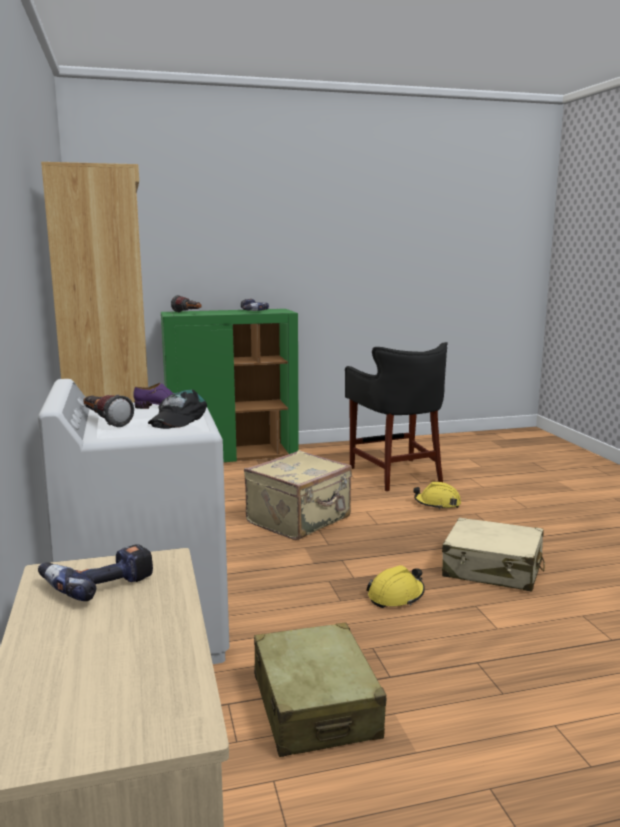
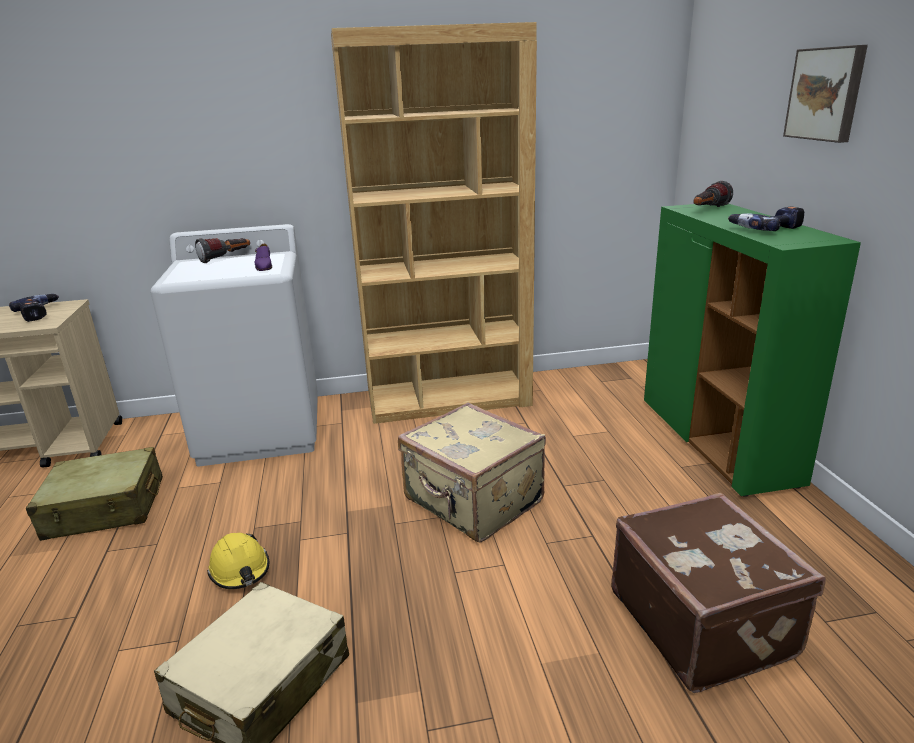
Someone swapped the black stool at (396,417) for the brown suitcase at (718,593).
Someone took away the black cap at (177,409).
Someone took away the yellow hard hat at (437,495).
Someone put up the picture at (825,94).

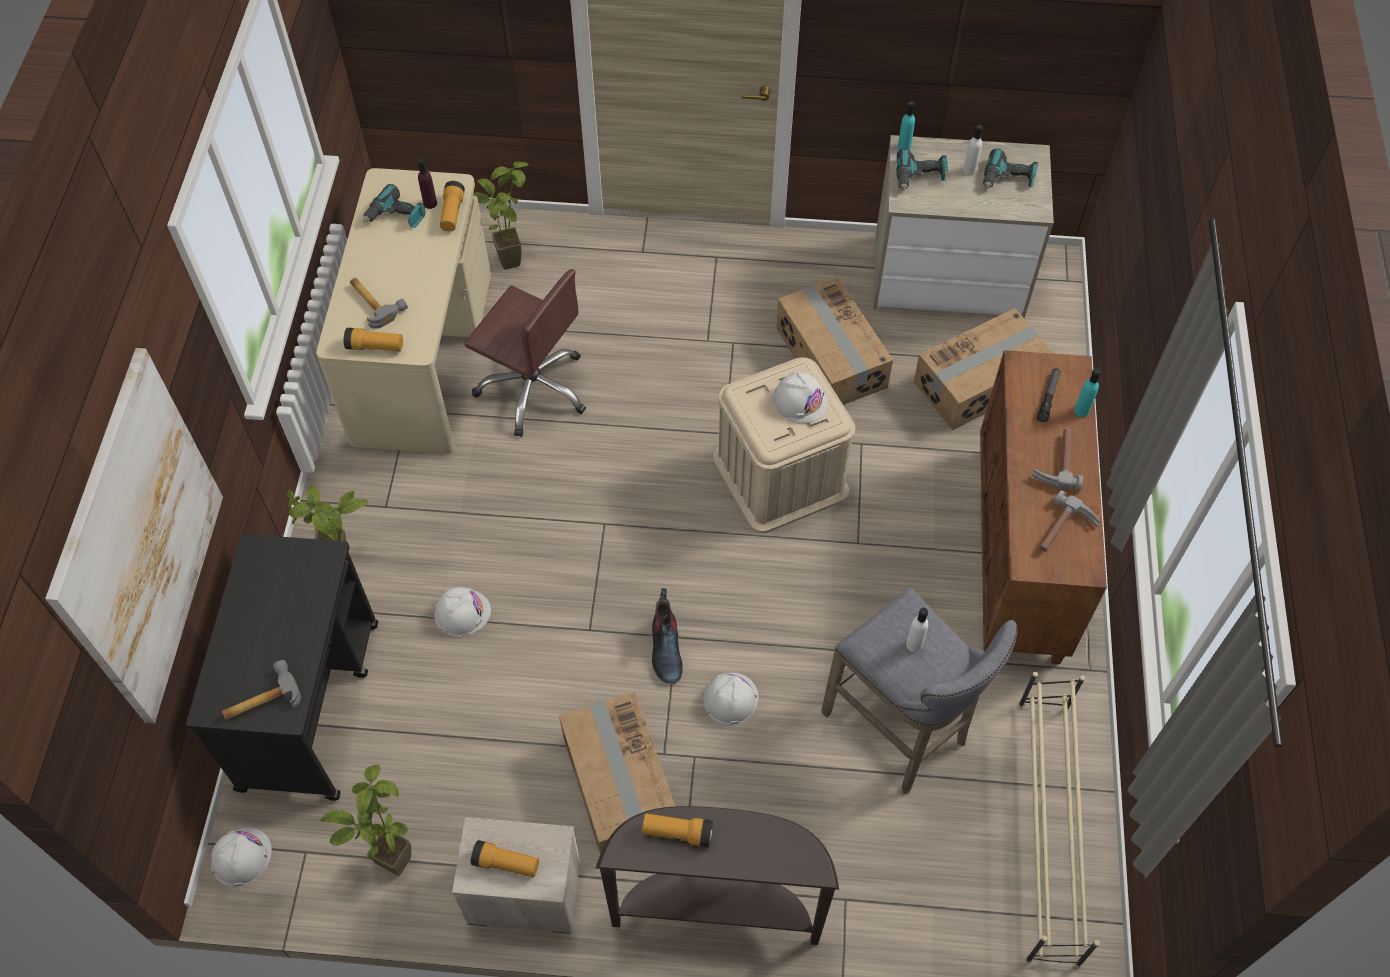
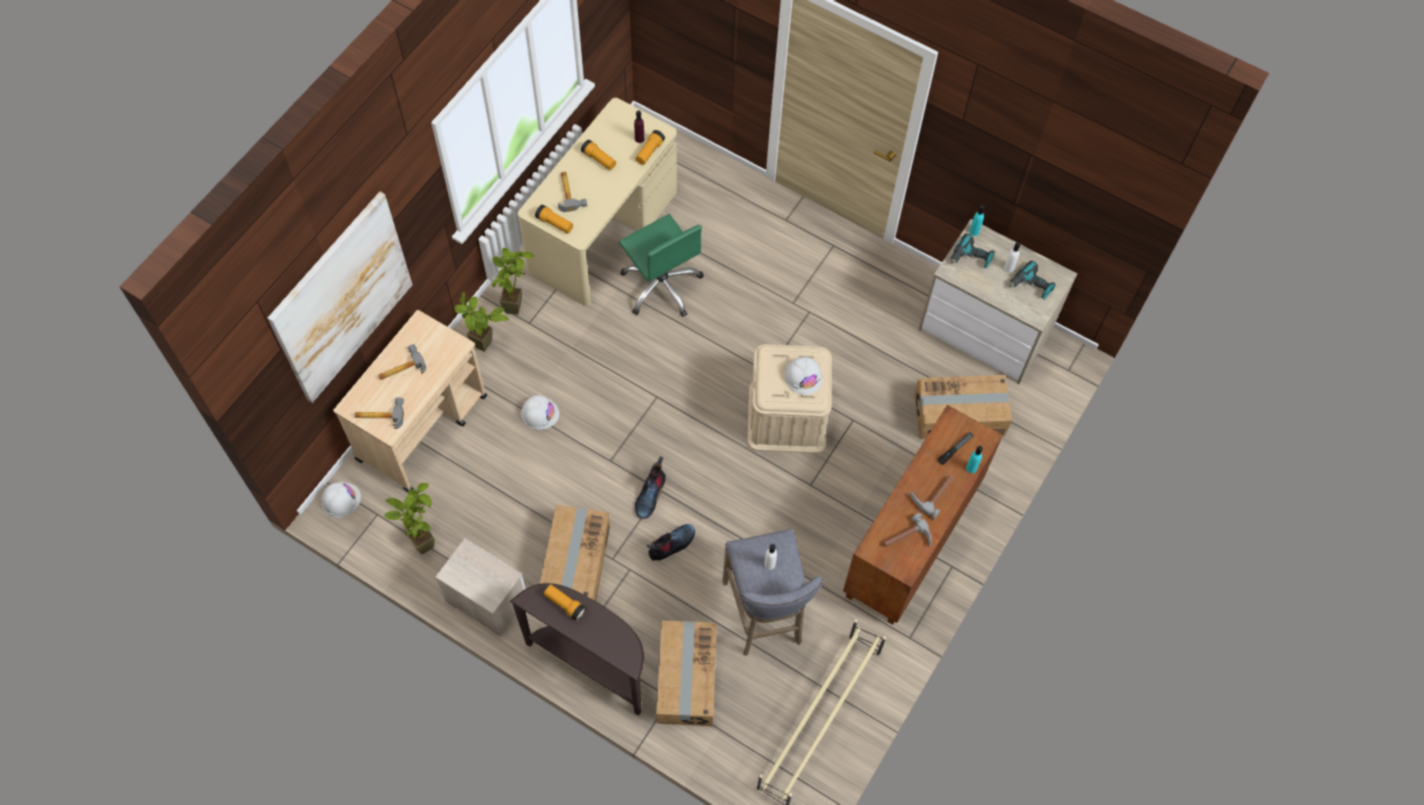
Someone carried the potted plant from (501,216) to (513,281).
Someone took away the power drill at (394,206).
Someone repainted the brown office chair at (525,353), which became the green office chair at (661,265).
Someone carried the cardboard box from (834,341) to (686,673).
Someone repainted the black cart at (282,667), which became the beige cart at (410,401).
Someone swapped the white hard hat at (731,699) for the boot at (671,542).
Someone carried the flashlight from (505,858) to (598,155).
Someone put down the hammer at (402,362).

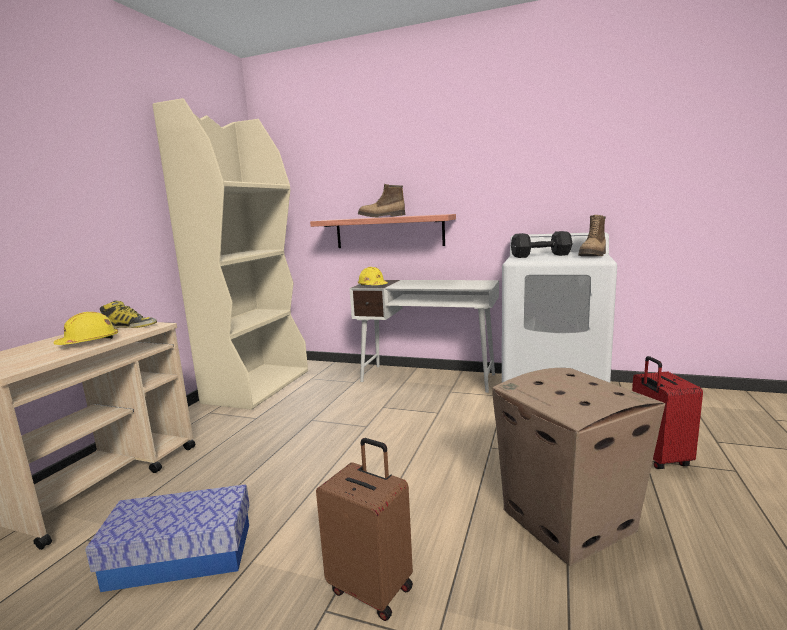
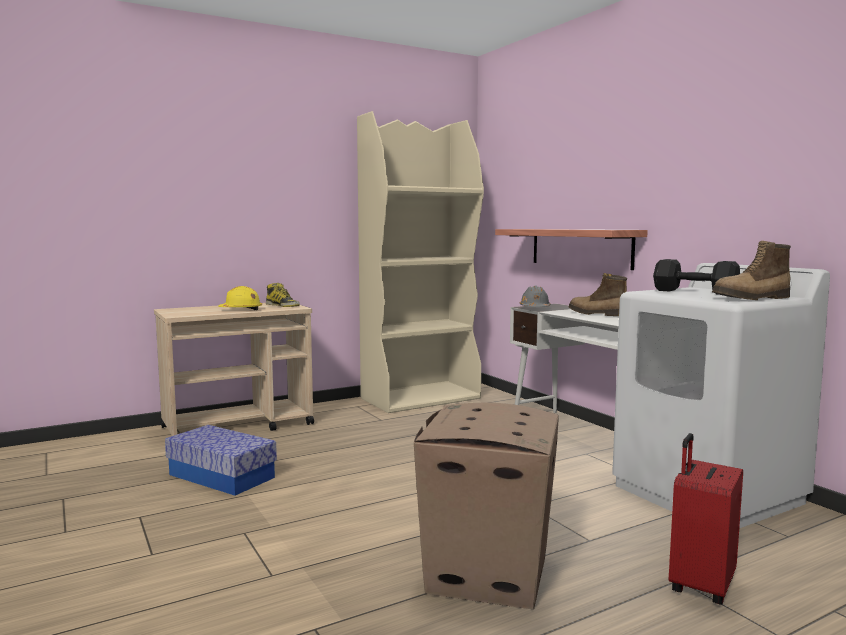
Someone carried the boot from (381,201) to (598,294).
Someone repainted the yellow hard hat at (373,276), which became the grey hard hat at (535,296).
Someone took away the brown suitcase at (364,529).

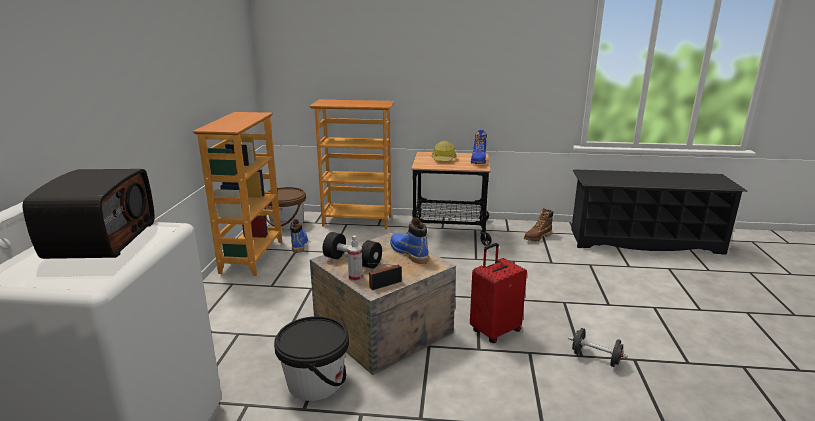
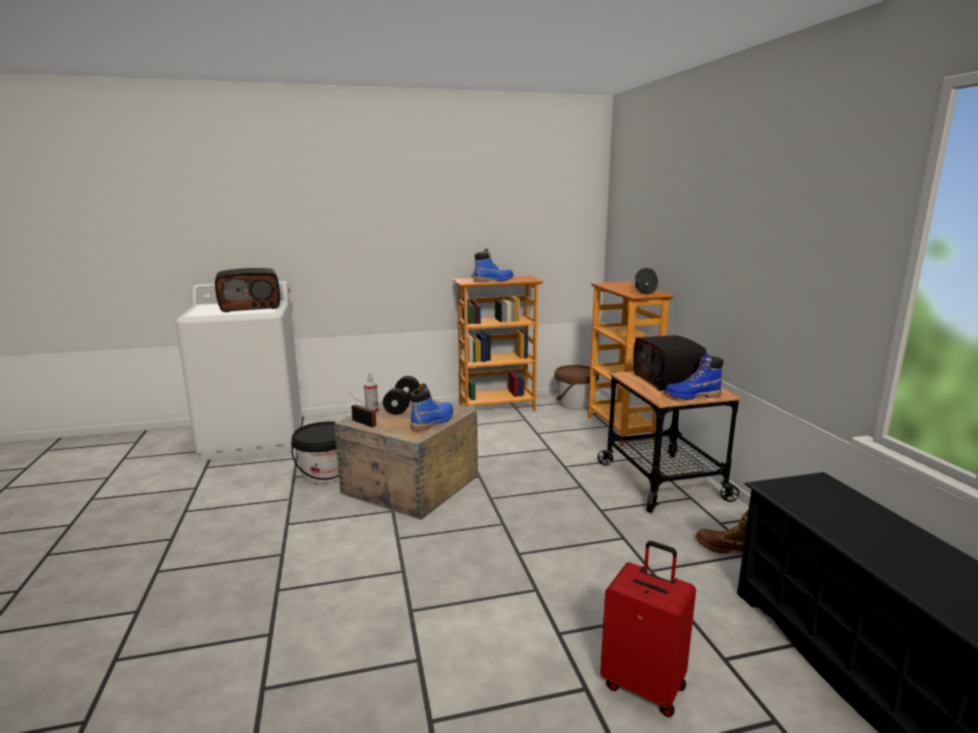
Someone swapped the hard hat at (444,151) for the radio at (670,363).
Someone carried the blue boot from (299,236) to (494,265).
Someone carried the red suitcase from (498,293) to (648,629).
Someone carried the black dumbbell from (598,347) to (646,281).

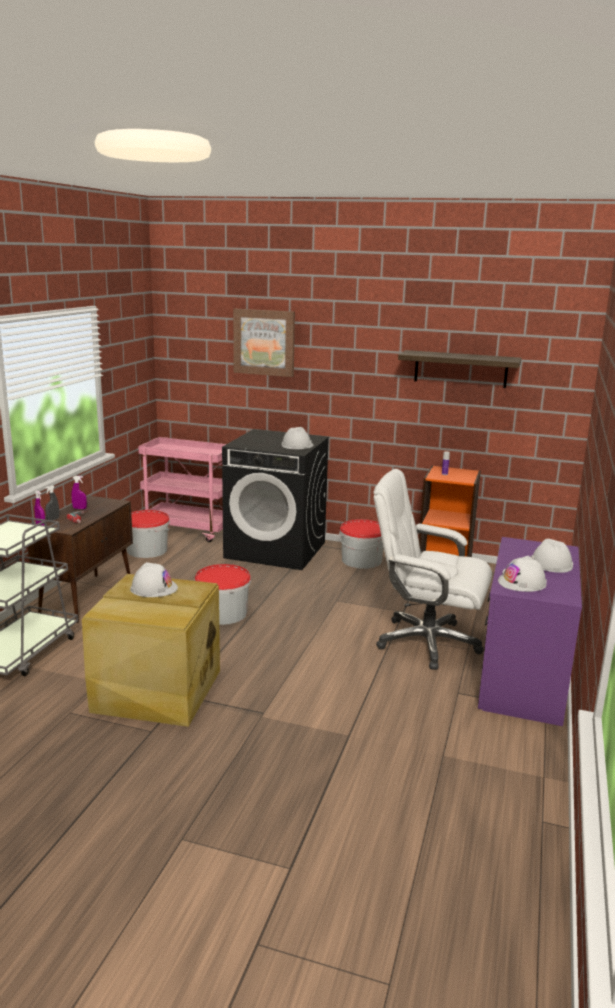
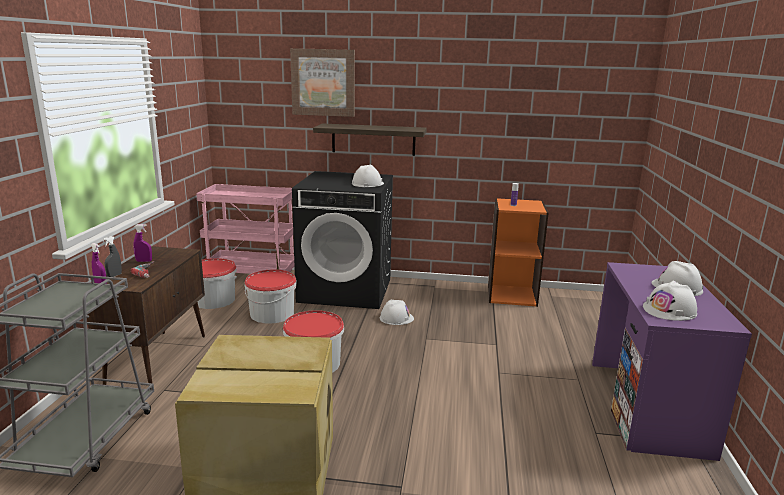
Someone carried the shelf from (459,369) to (370,139).
Someone took away the white office chair at (432,569).
Someone carried the bucket from (361,544) to (271,297).
Someone carried the white hard hat from (154,579) to (397,312).

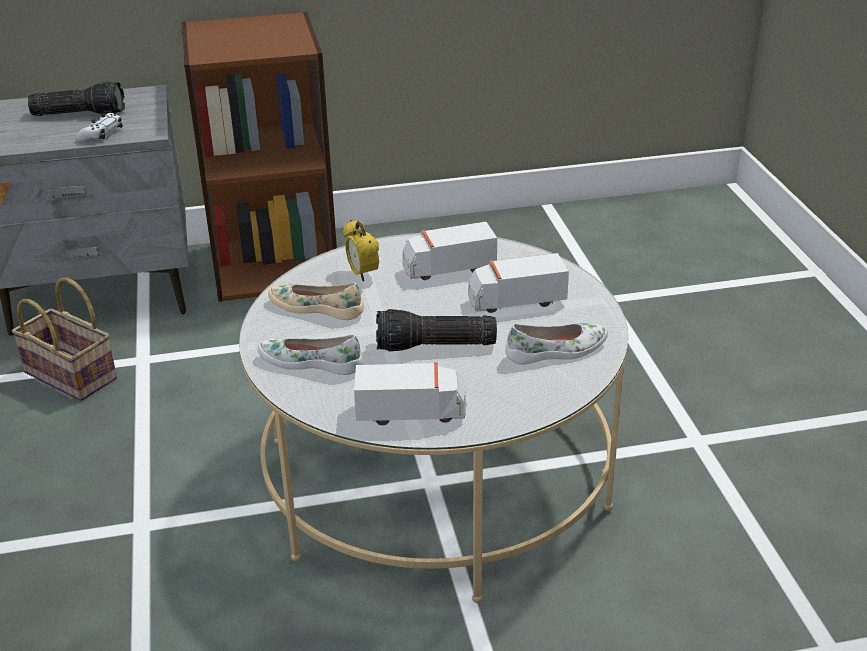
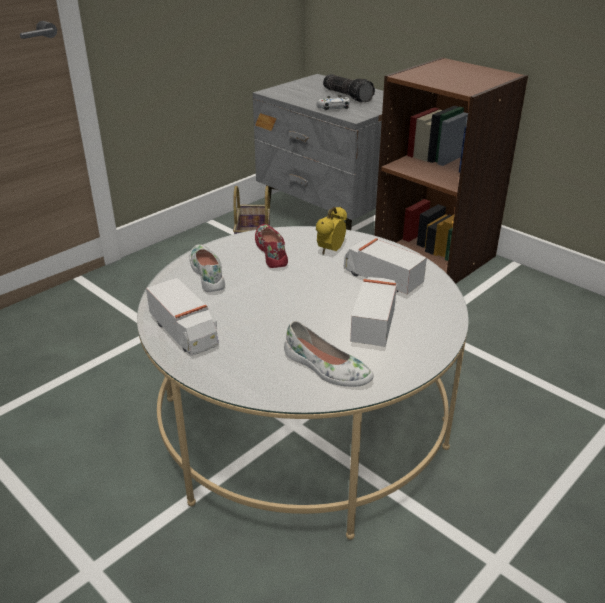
Someone rotated the toy truck at (518,283) by 60 degrees clockwise.
Someone repainted the beige shoe at (316,301), which became the red shoe at (271,246).
Someone took away the flashlight at (436,330).

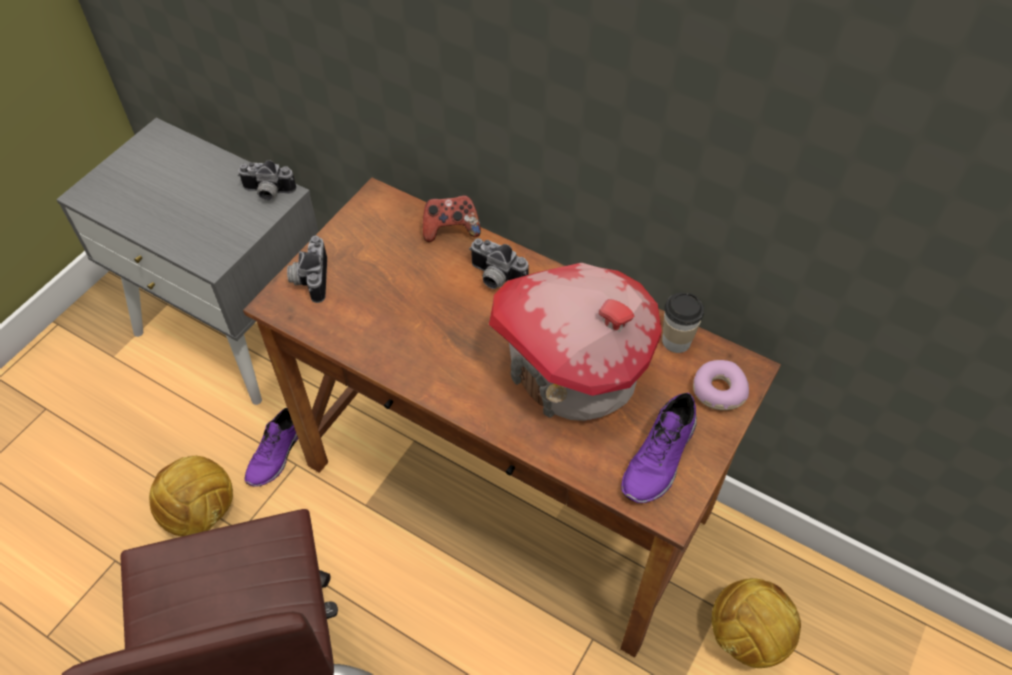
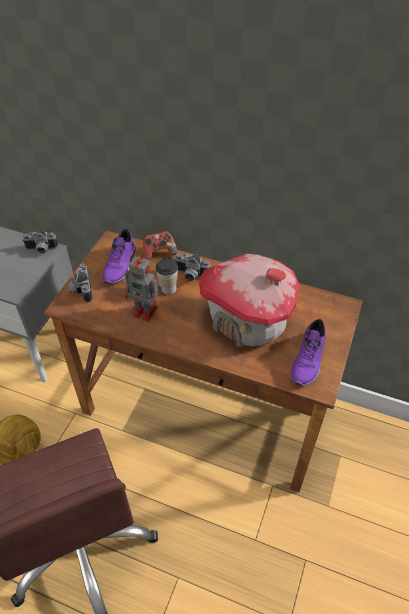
Someone carried the cup from (683,323) to (167,276).
Someone took away the donut at (721,385).
Someone carried the purple shoe from (271,447) to (119,256).
Someone took away the football at (756,623).
Someone put down the toy robot at (143,288).

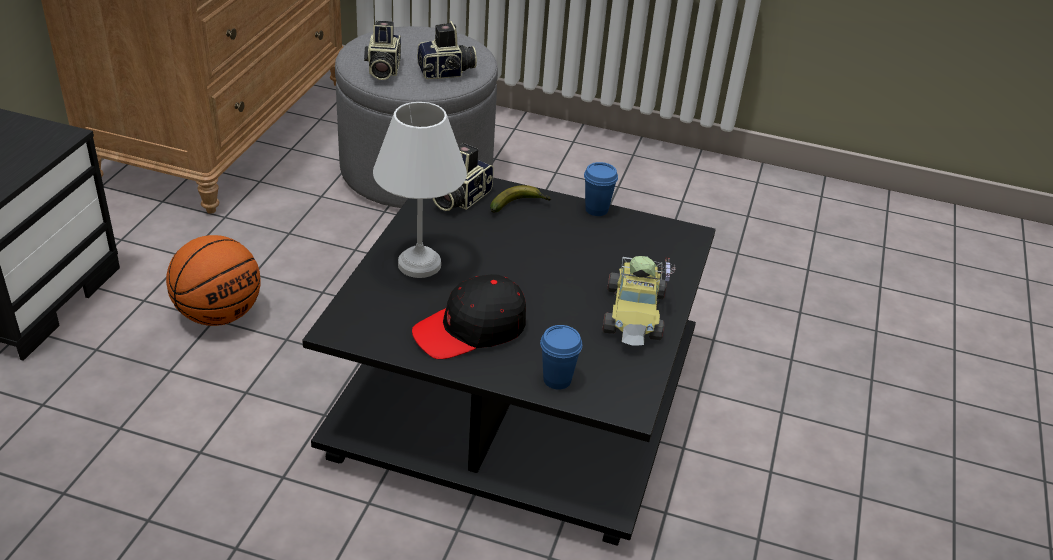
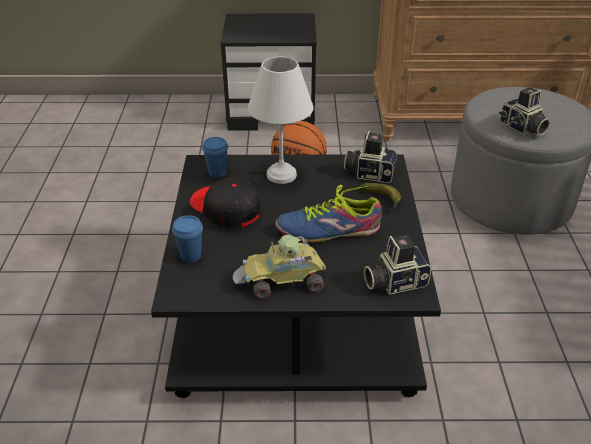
Someone carried the photo camera from (382,50) to (397,265).
Someone carried the blue cup from (601,189) to (215,157).
Someone put down the shoe at (328,213).

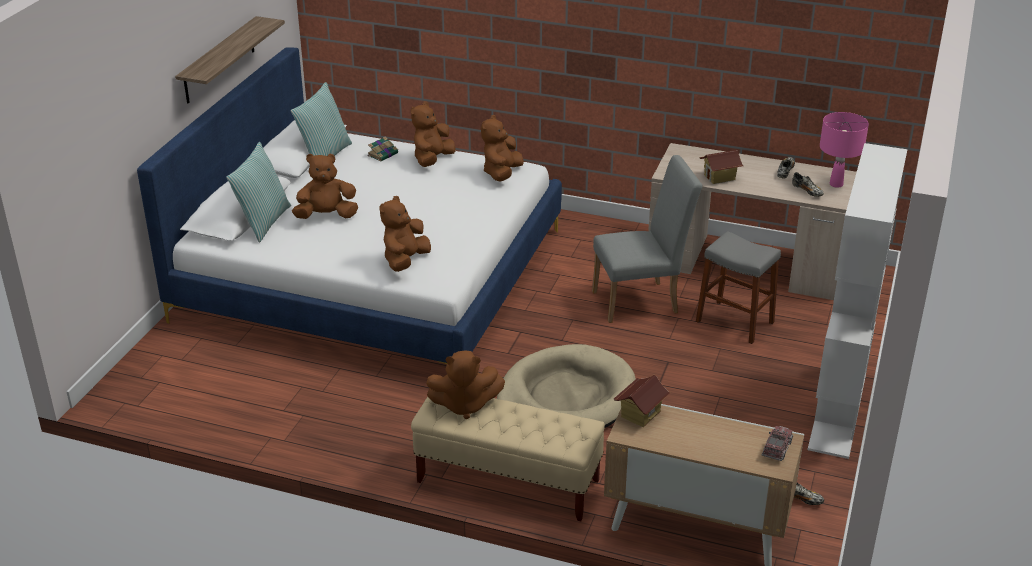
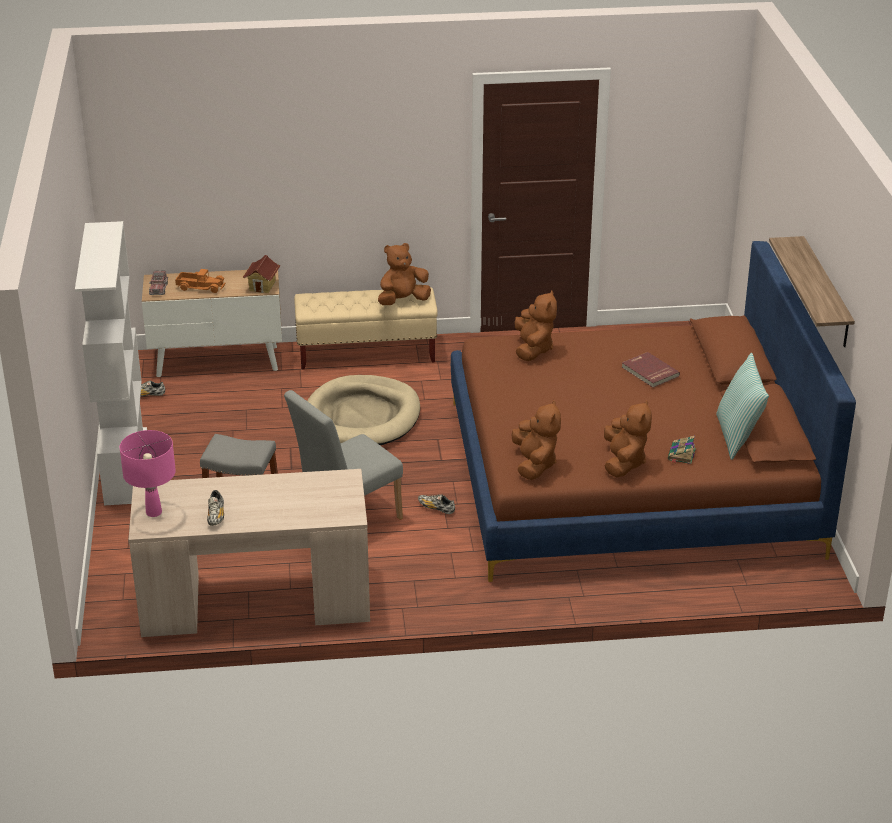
Someone repainted the white bed at (349,205), which became the brown bed at (653,411).
Someone took away the pillow at (258,192).
Someone took away the toy house at (721,167).
Someone swapped the brown plush toy at (325,186) for the red book at (651,370).
Someone carried the shoe from (808,184) to (436,504).
Someone put down the toy truck at (200,281).

